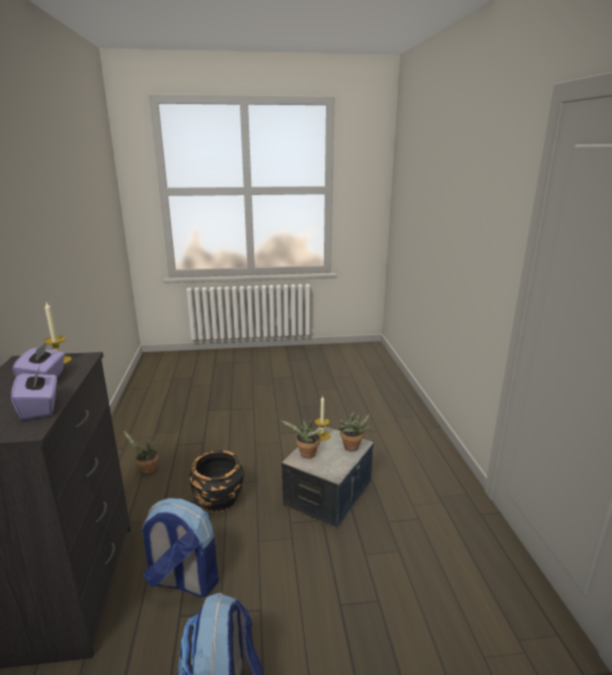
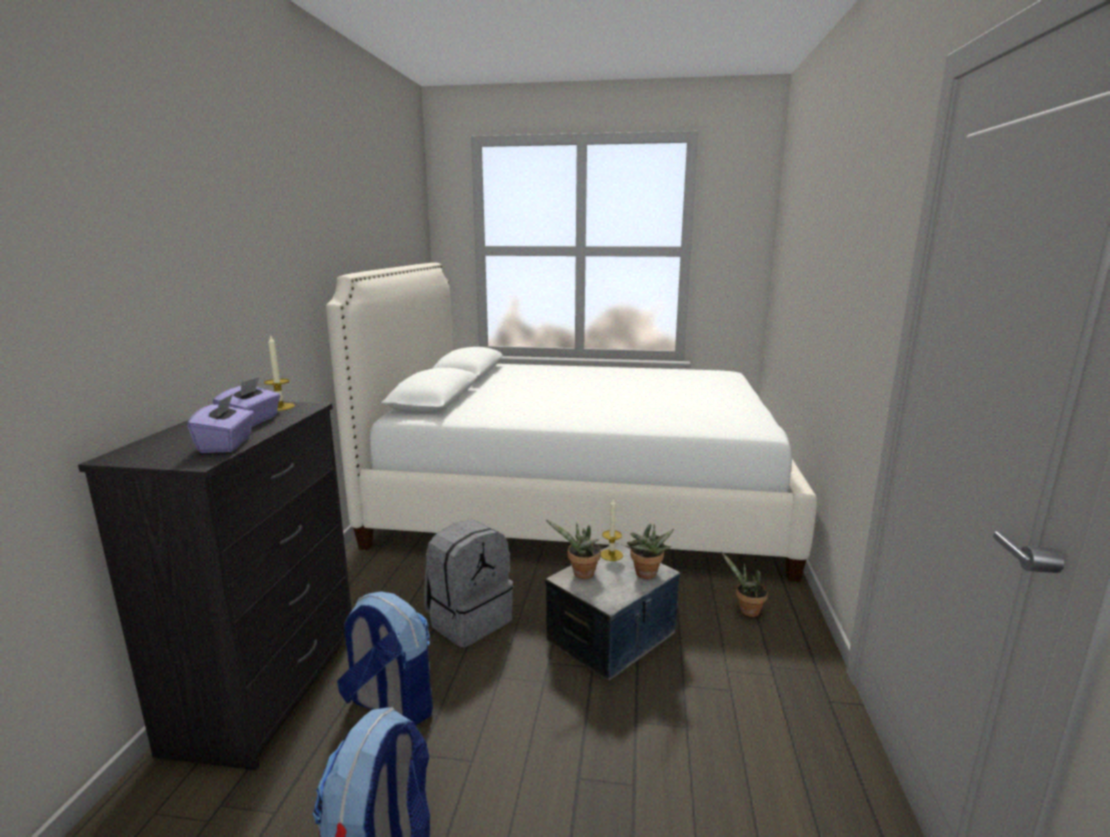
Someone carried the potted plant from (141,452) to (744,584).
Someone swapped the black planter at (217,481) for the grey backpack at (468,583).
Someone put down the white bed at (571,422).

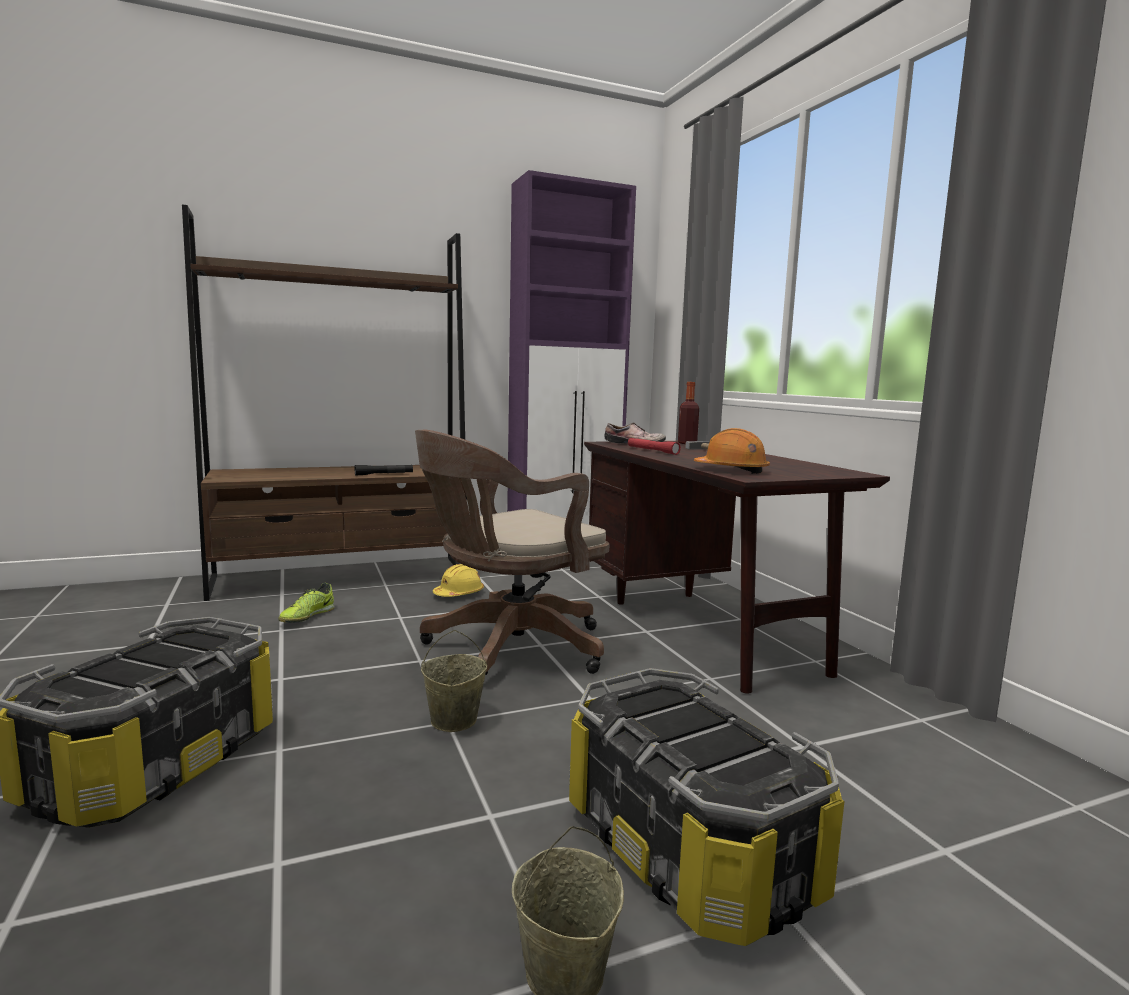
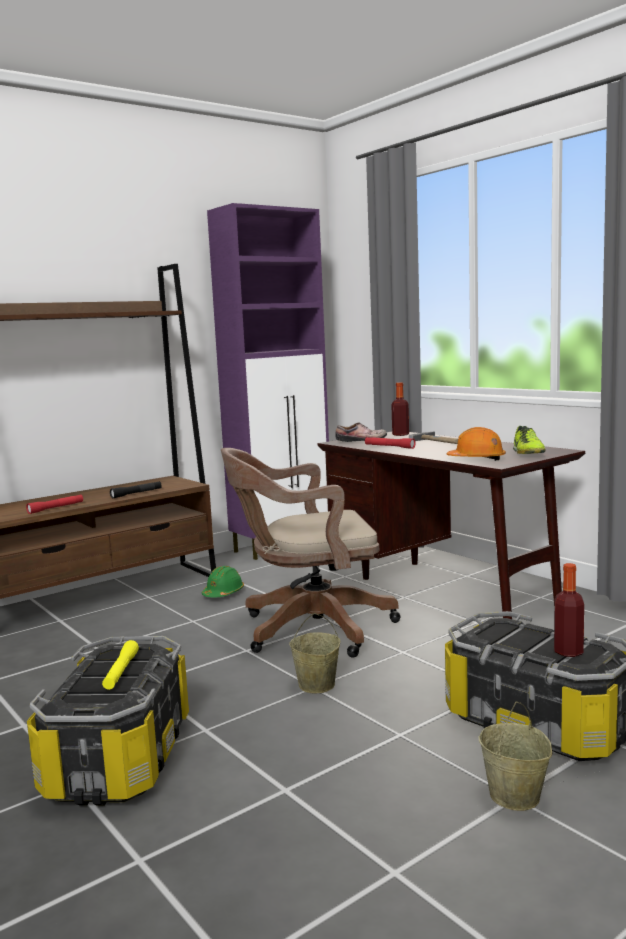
Someone rotated the brown office chair at (512,552) by 45 degrees clockwise.
Someone repainted the yellow hard hat at (458,580), which became the green hard hat at (223,581).
Someone carried the shoe from (306,603) to (529,440).
Someone put down the red flashlight at (54,504).
Someone put down the bottle at (569,610).
Someone put down the yellow flashlight at (120,665).

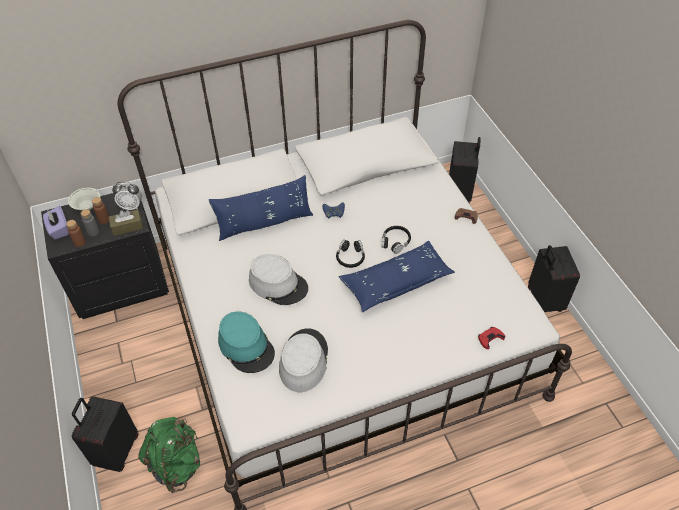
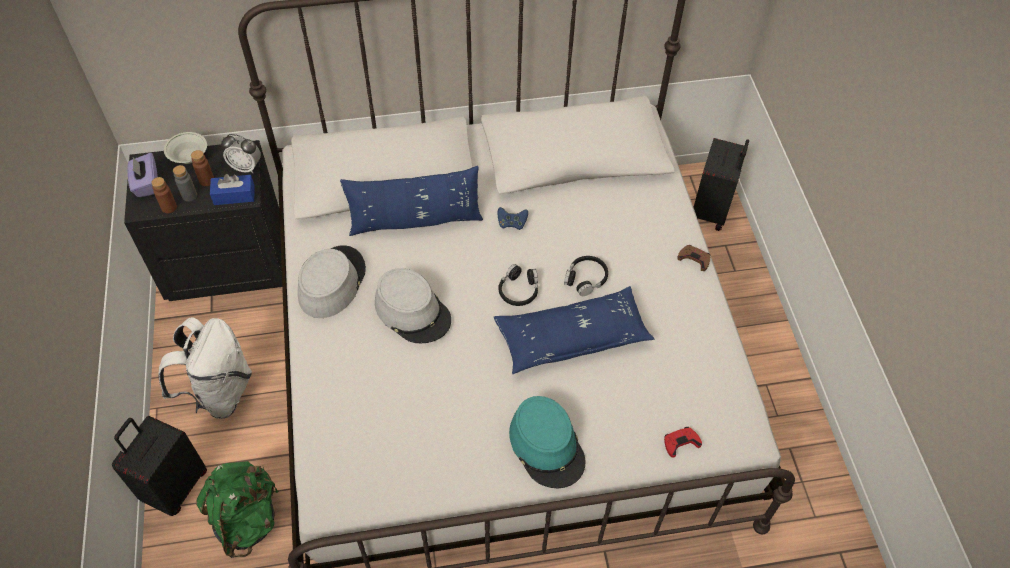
Someone repainted the brown tissue box at (126,223), which became the blue tissue box at (232,189).
Someone took away the black suitcase at (554,278).
Someone carried the turquoise hat from (246,342) to (547,442).
Someone carried the grey hat from (303,360) to (332,281).
Someone put down the white backpack at (205,368).

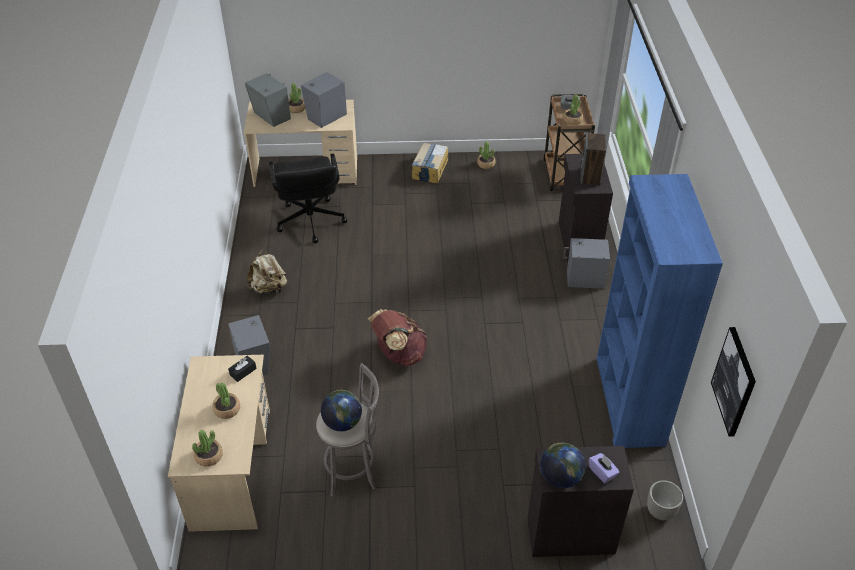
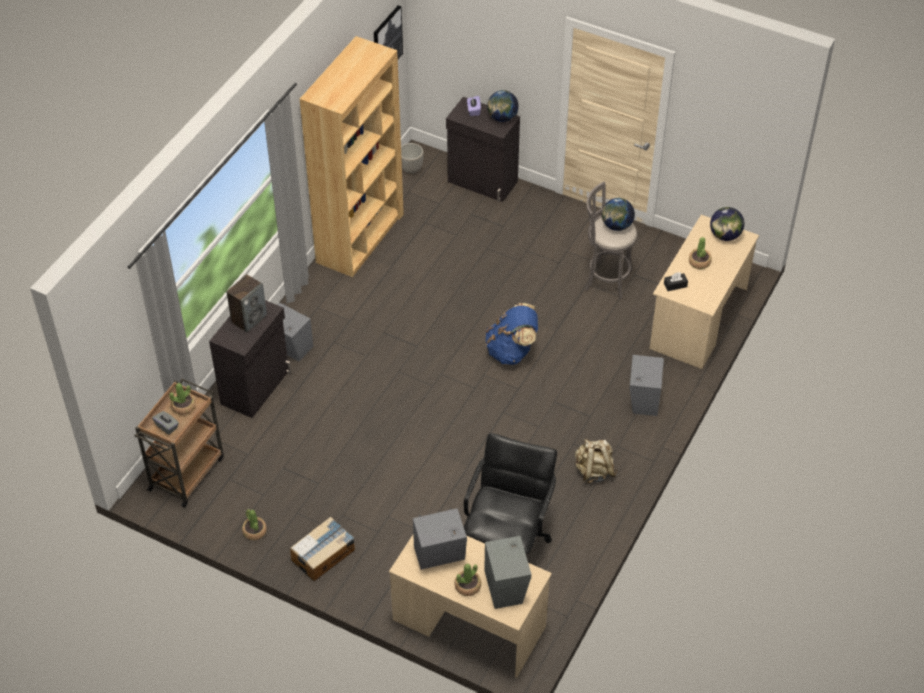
Someone repainted the blue bookcase at (660,311), which became the brown bookcase at (352,156).
Someone repainted the brown backpack at (398,337), which became the blue backpack at (512,334).
Someone swapped the potted plant at (207,448) for the globe at (727,224).

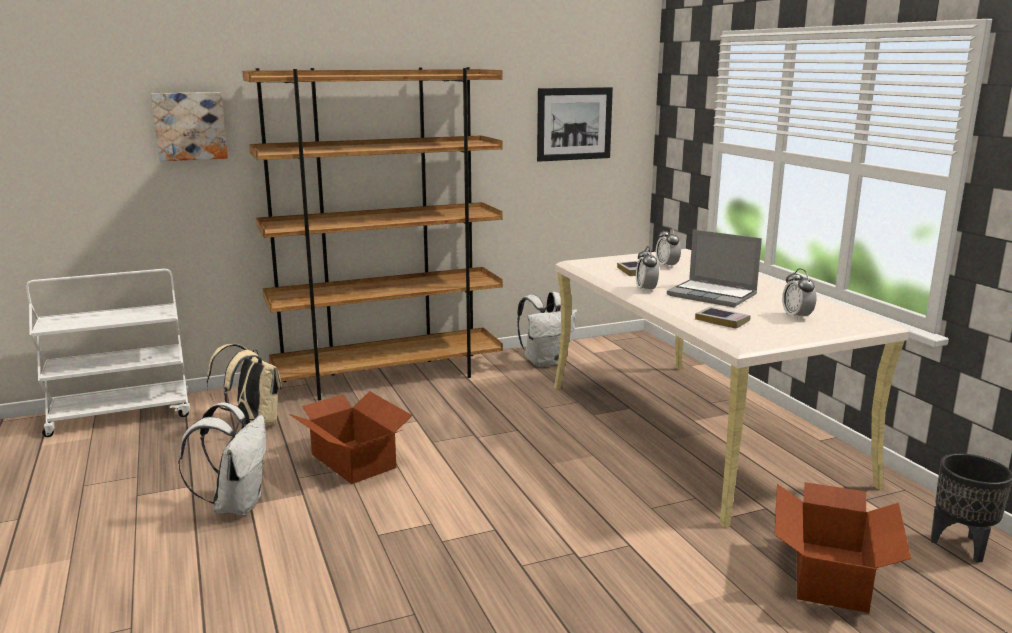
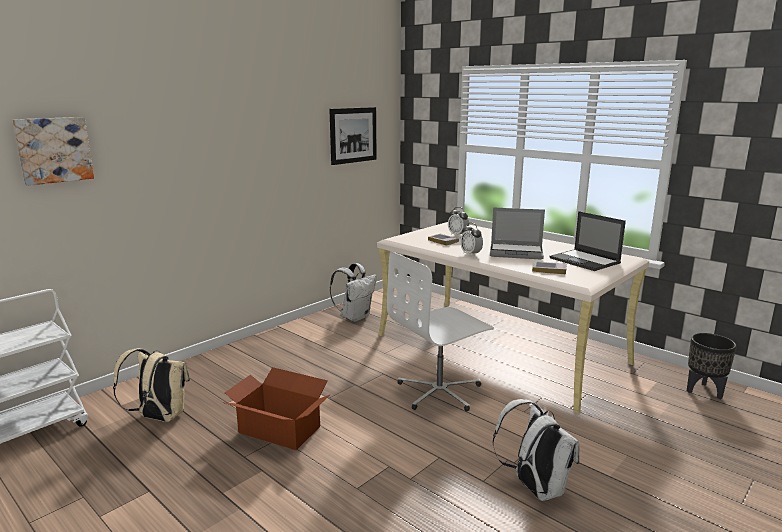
Someone took away the brown bookcase at (372,233).
Someone swapped the alarm clock at (799,294) for the laptop at (587,241).
Someone carried the white backpack from (222,459) to (536,450).
Someone took away the cardboard box at (842,547).
Someone put down the white office chair at (440,331).

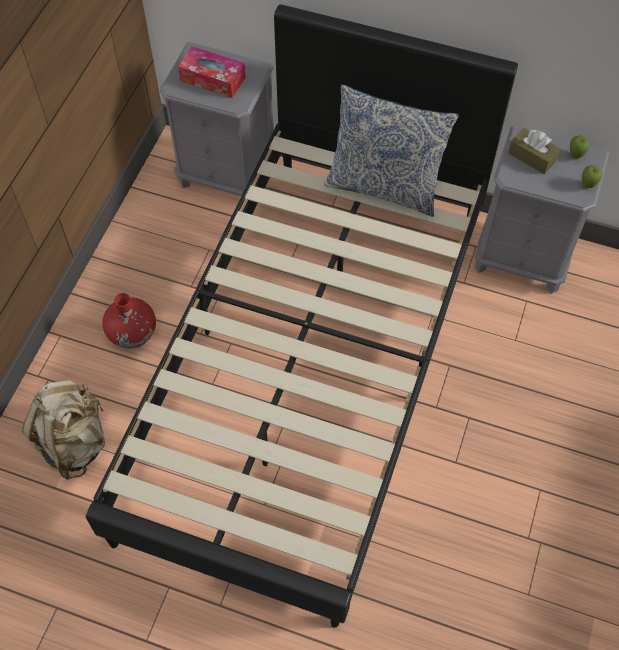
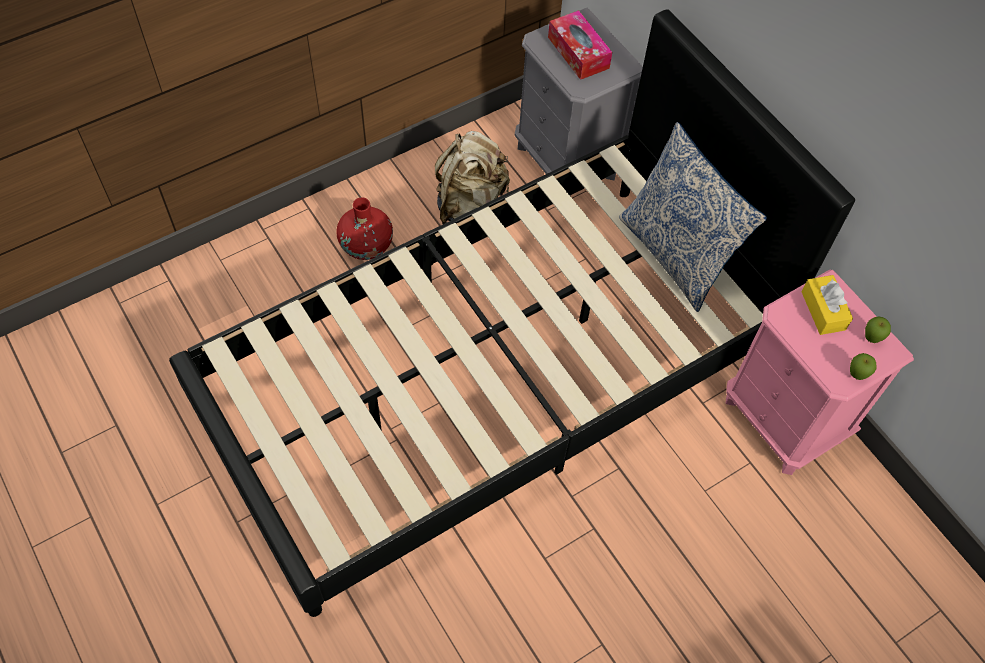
Someone repainted the grey nightstand at (541,210), which became the pink nightstand at (820,372).
Someone repainted the brown tissue box at (534,151), which became the yellow tissue box at (827,305).
Someone carried the beige backpack from (63,430) to (472,177).

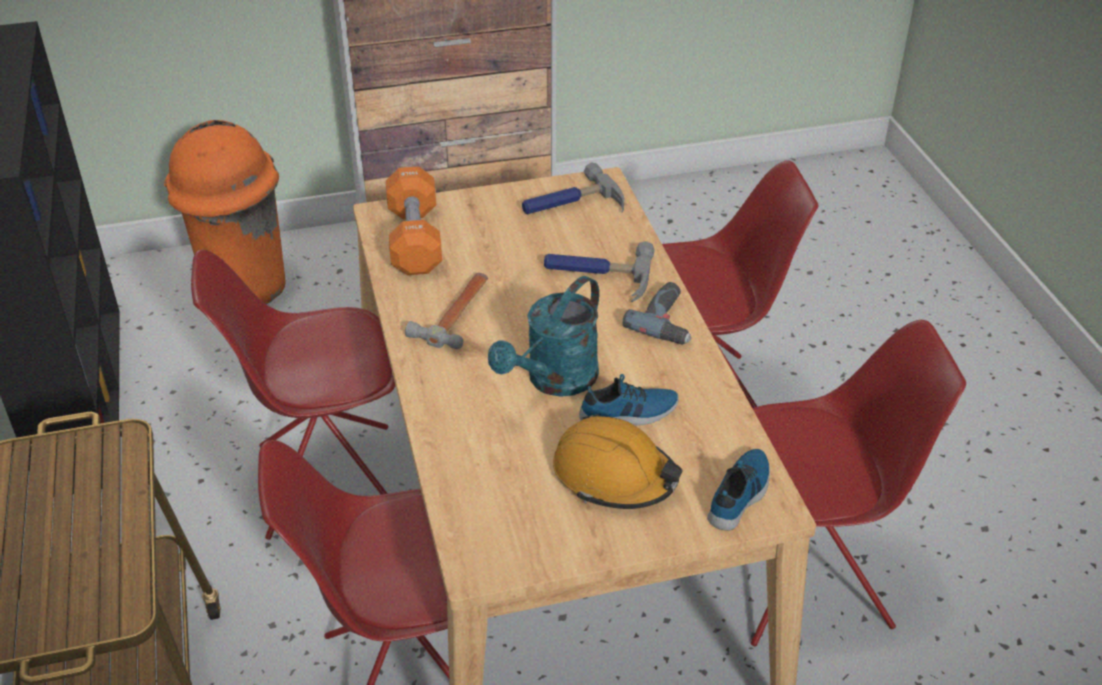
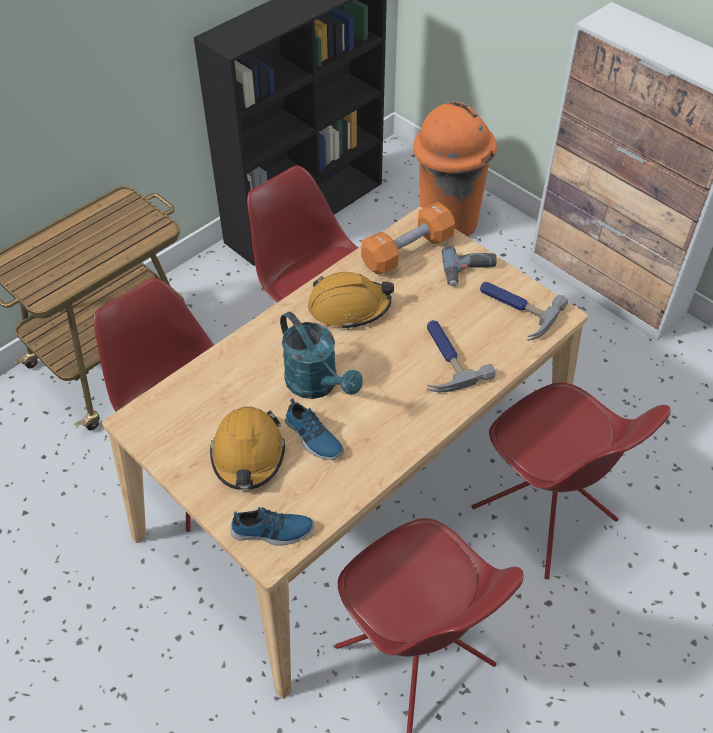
Someone swapped the hammer at (446,311) for the orange hard hat at (351,301).
Someone rotated the turquoise watering can at (543,336) by 135 degrees counterclockwise.
Someone carried the power drill from (657,313) to (469,266).

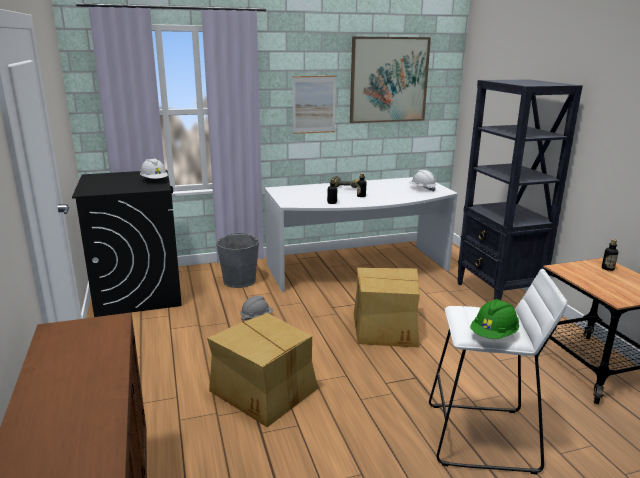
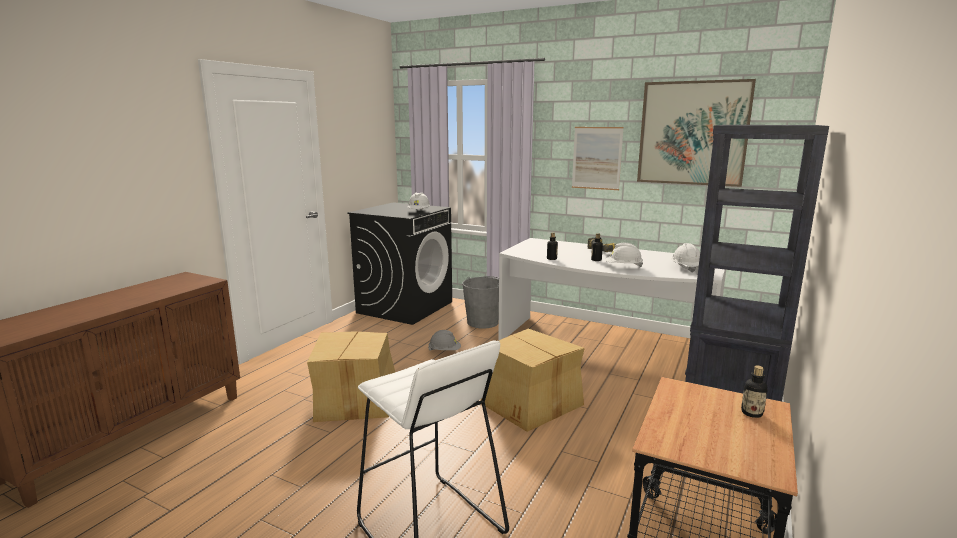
Someone took away the green hard hat at (494,319).
Someone put down the white hard hat at (624,255).

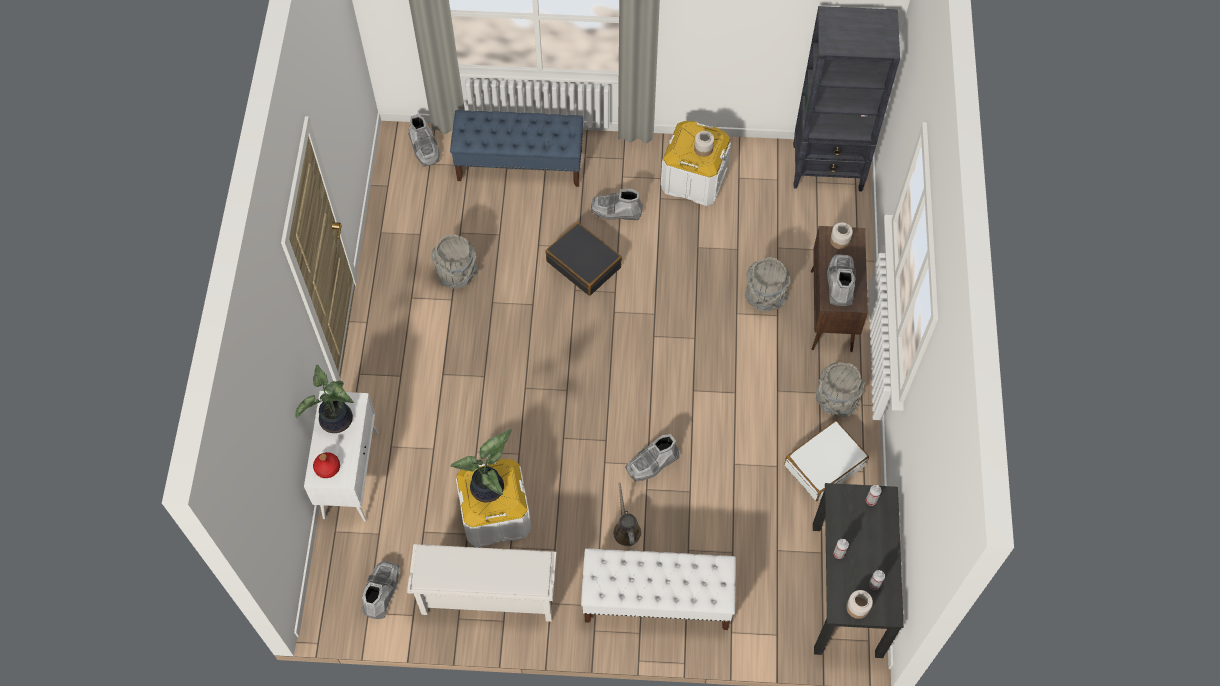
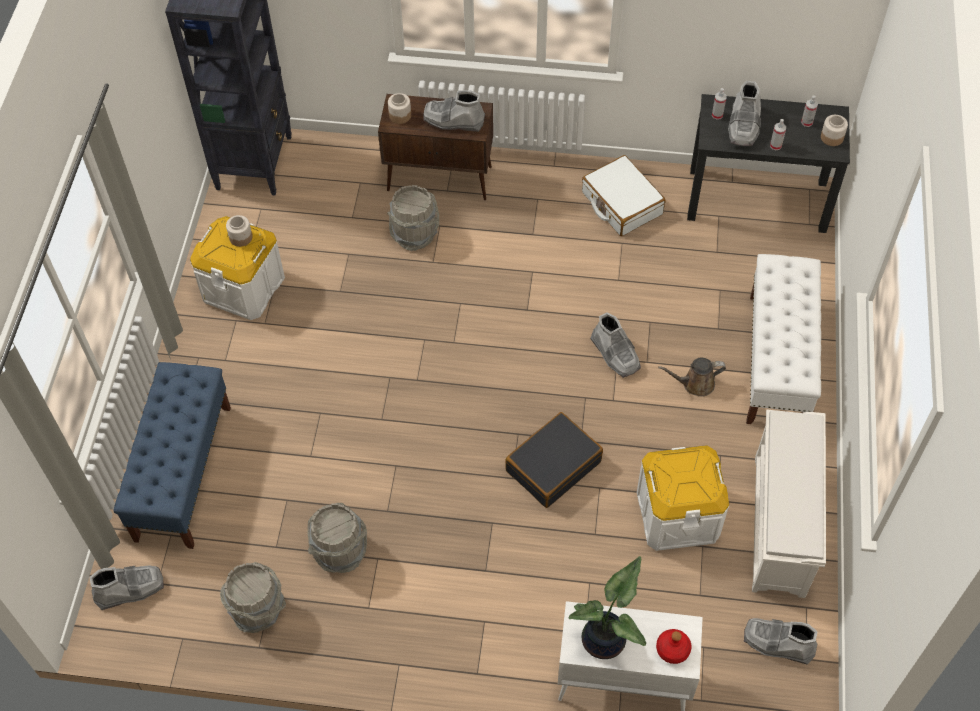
Someone carried the grey boot from (617,204) to (744,113).
Someone carried the black suitcase from (583,259) to (554,460).
Someone carried the grey bucket from (840,389) to (253,597).
Someone took away the potted plant at (481,465).

